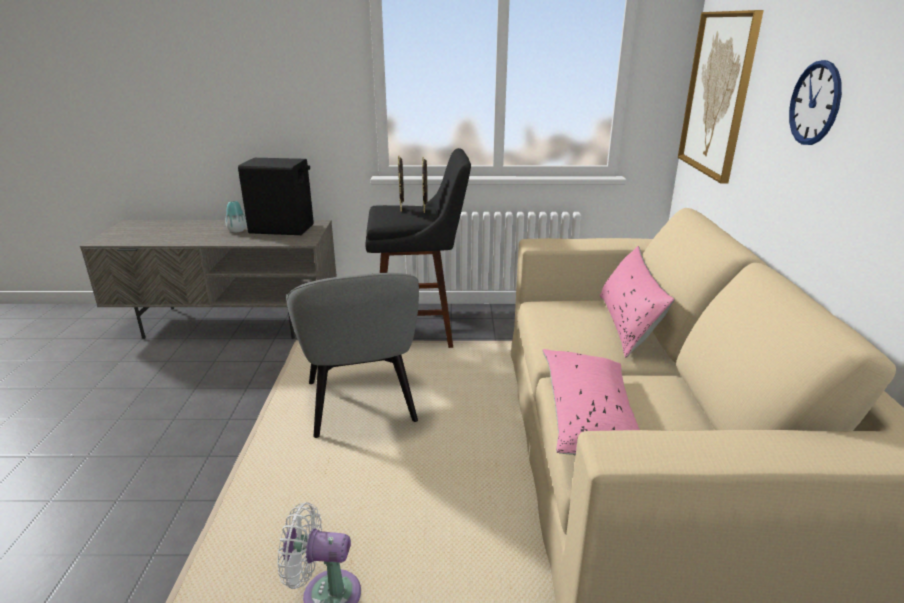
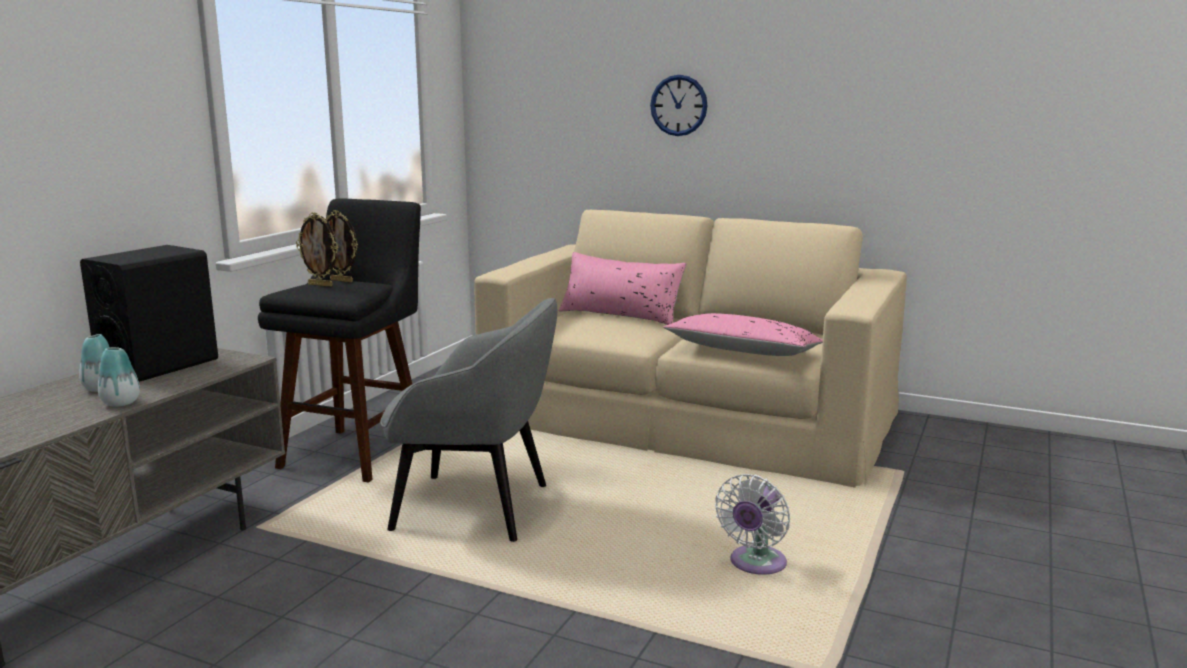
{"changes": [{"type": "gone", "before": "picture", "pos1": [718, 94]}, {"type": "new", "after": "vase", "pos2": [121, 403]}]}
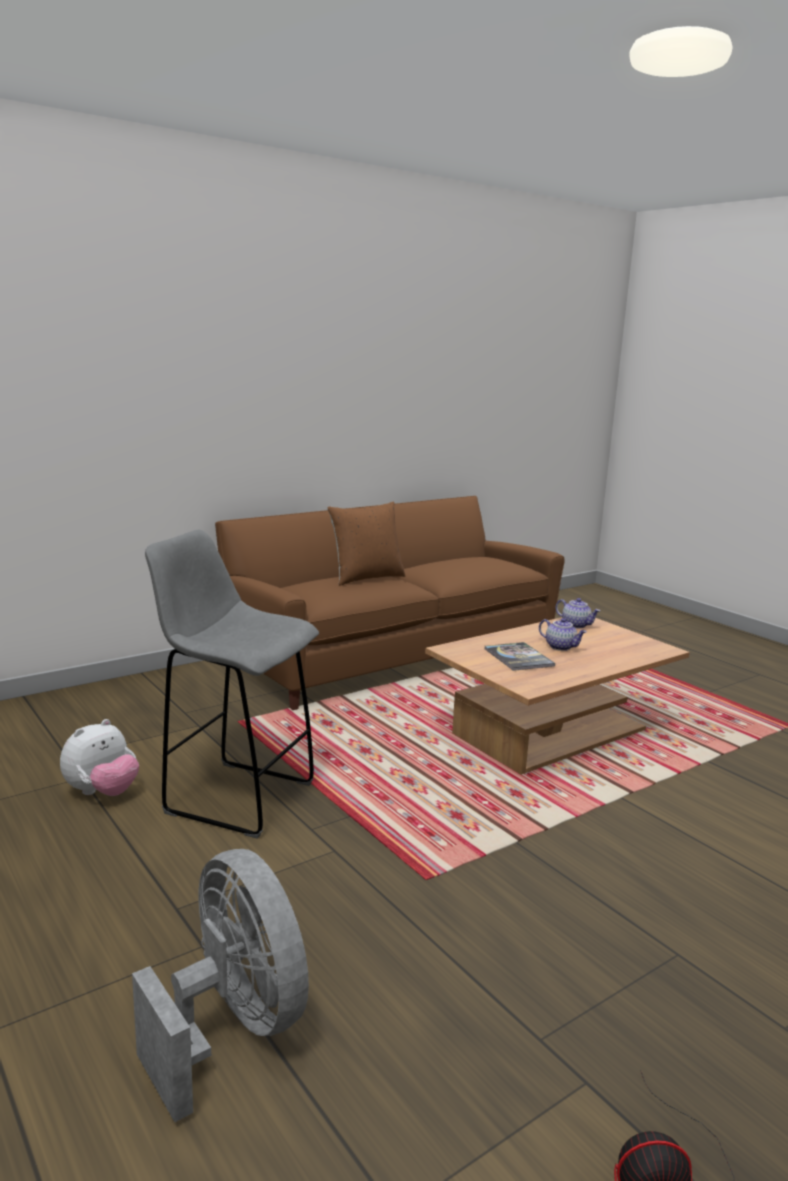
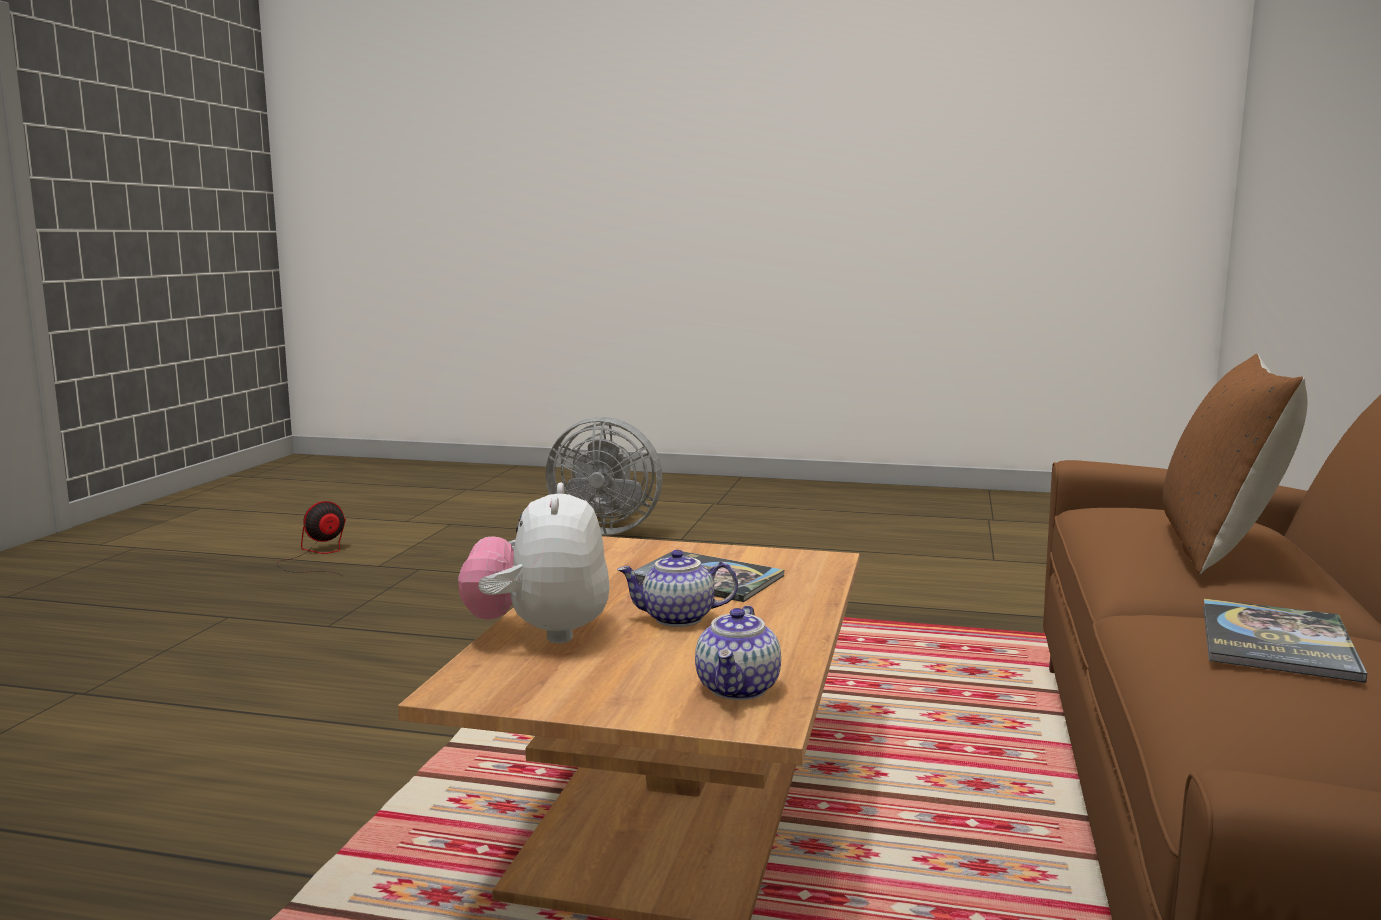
{"changes": [{"type": "gone", "before": "stool (grey)", "pos1": [236, 796]}, {"type": "new", "after": "book", "pos2": [1276, 642]}, {"type": "shifted", "before": "plush toy", "pos1": [102, 793], "pos2": [540, 633]}, {"type": "rotated", "before": "teapot", "pos1": [576, 625], "pos2": [739, 689], "turn": -75}]}
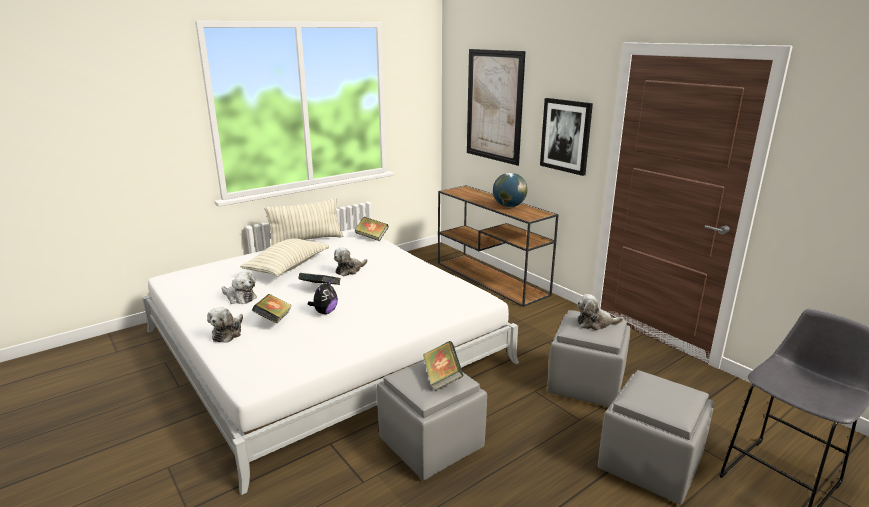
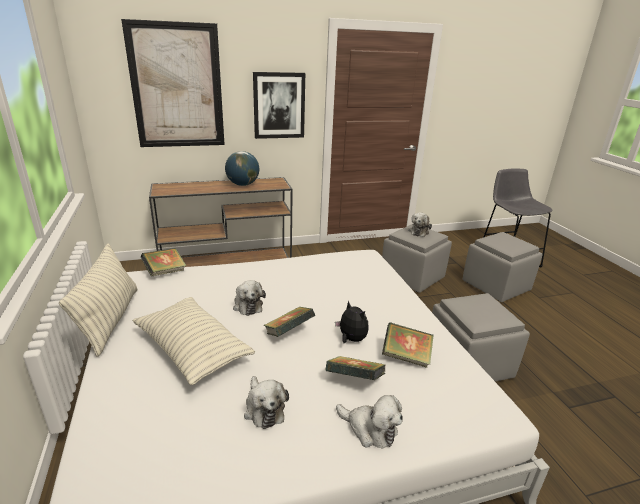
{"changes": [{"type": "shifted", "before": "book", "pos1": [442, 378], "pos2": [406, 357]}, {"type": "rotated", "before": "plush toy", "pos1": [240, 298], "pos2": [264, 408], "turn": 105}]}
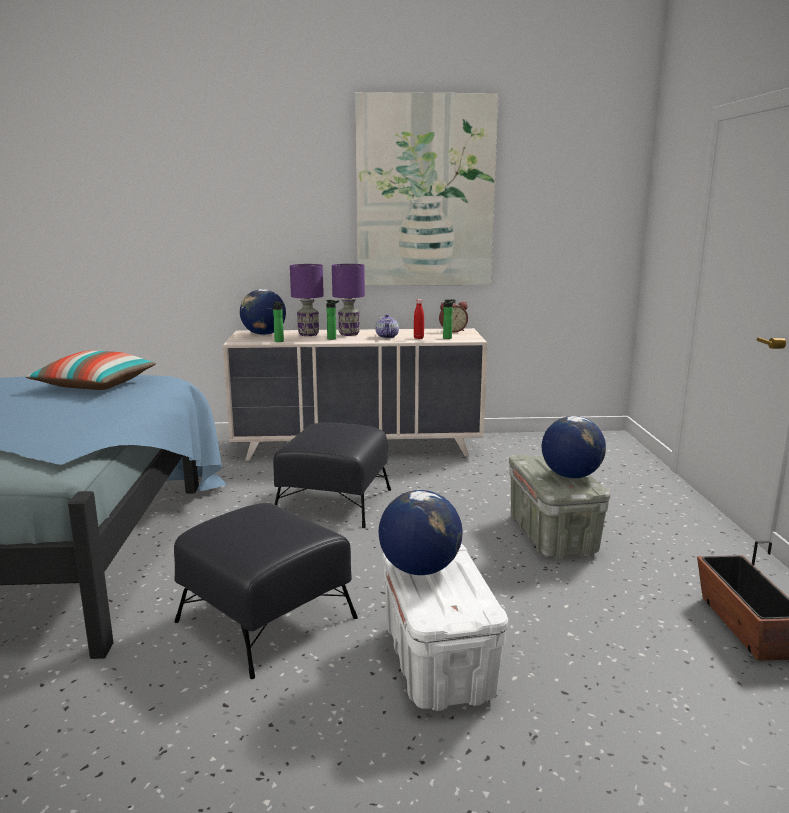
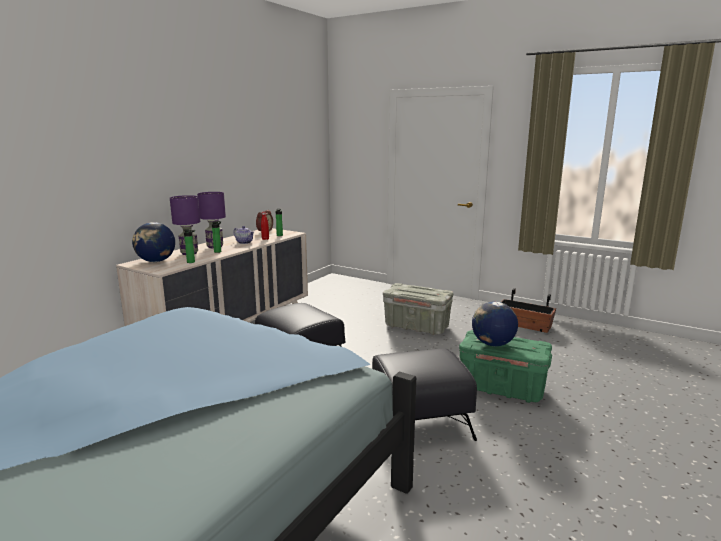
{"changes": [{"type": "gone", "before": "pillow", "pos1": [95, 385]}, {"type": "gone", "before": "picture", "pos1": [425, 192]}, {"type": "gone", "before": "globe", "pos1": [570, 476]}, {"type": "repainted", "before": "storage box (white)", "after": "storage box (green)", "pos1": [439, 663], "pos2": [502, 388]}]}
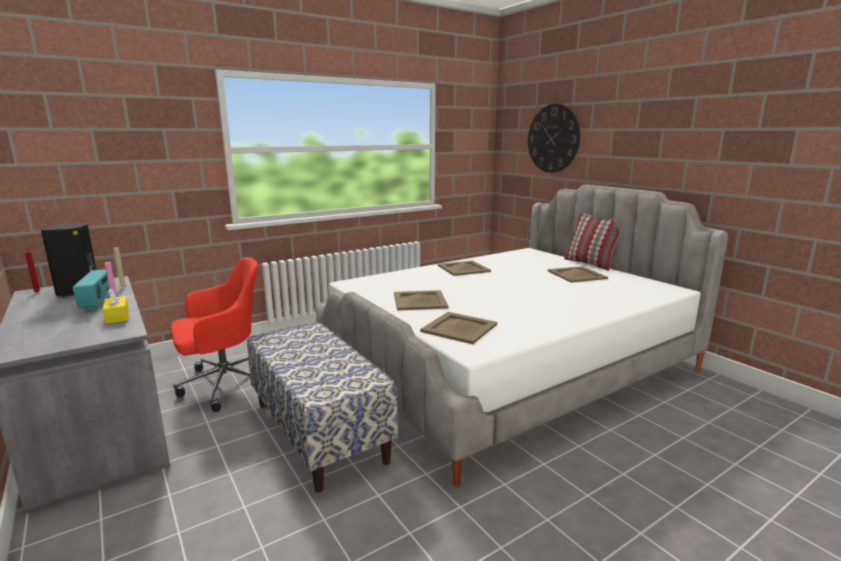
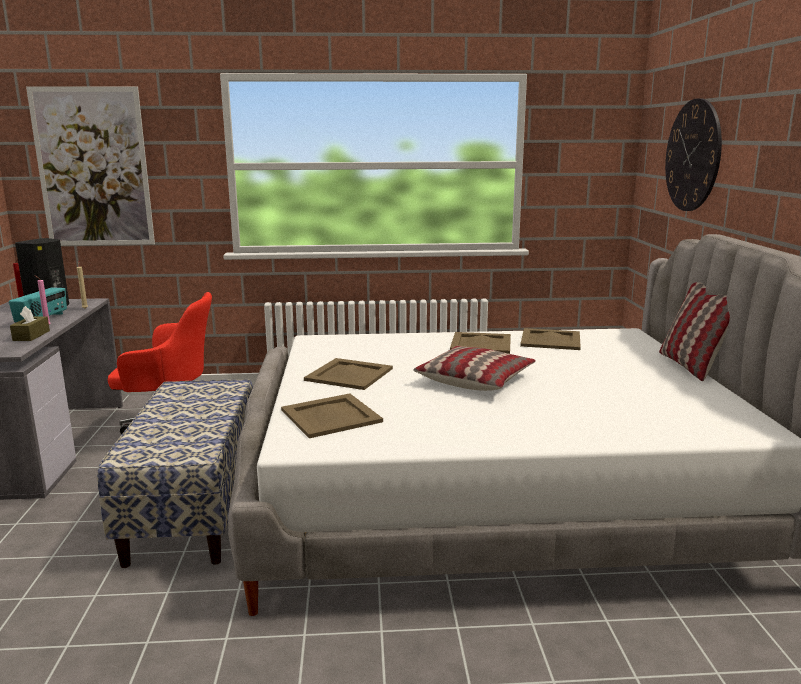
{"changes": [{"type": "new", "after": "picture", "pos2": [93, 168]}, {"type": "new", "after": "pillow", "pos2": [475, 379]}, {"type": "shifted", "before": "tray (beige)", "pos1": [577, 274], "pos2": [551, 339]}, {"type": "repainted", "before": "tissue box (yellow)", "after": "tissue box (brown)", "pos1": [117, 316], "pos2": [31, 335]}]}
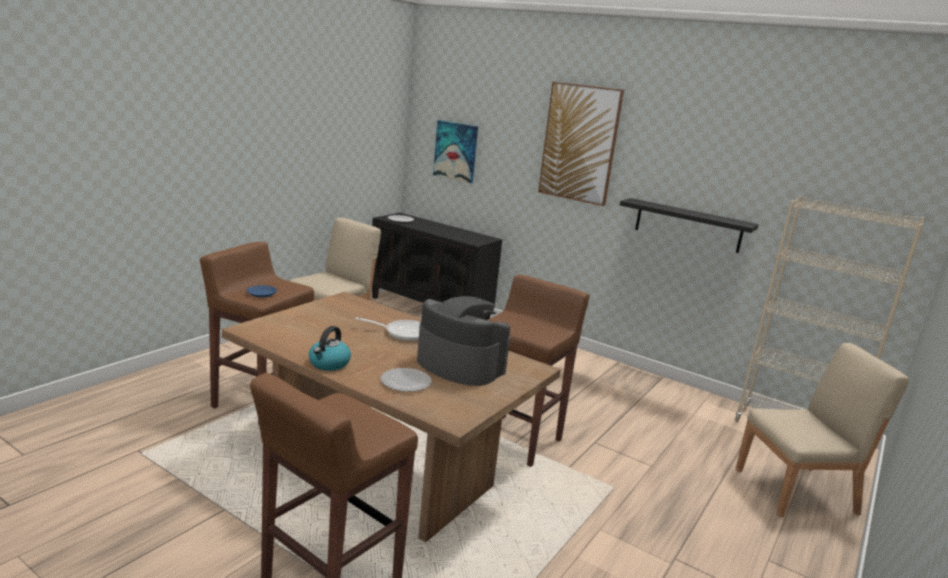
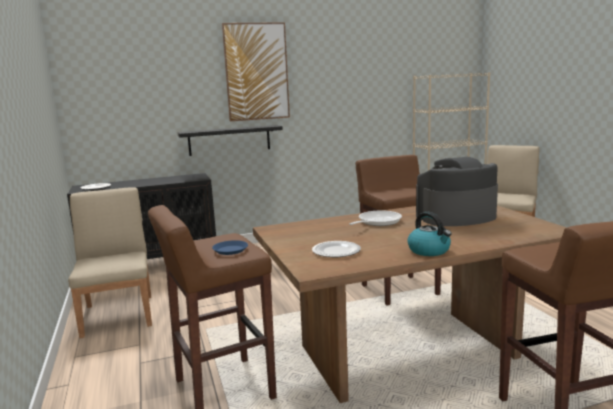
{"changes": [{"type": "gone", "before": "picture", "pos1": [456, 151]}, {"type": "shifted", "before": "plate", "pos1": [406, 382], "pos2": [337, 251]}, {"type": "shifted", "before": "shelf (black)", "pos1": [688, 225], "pos2": [229, 140]}]}
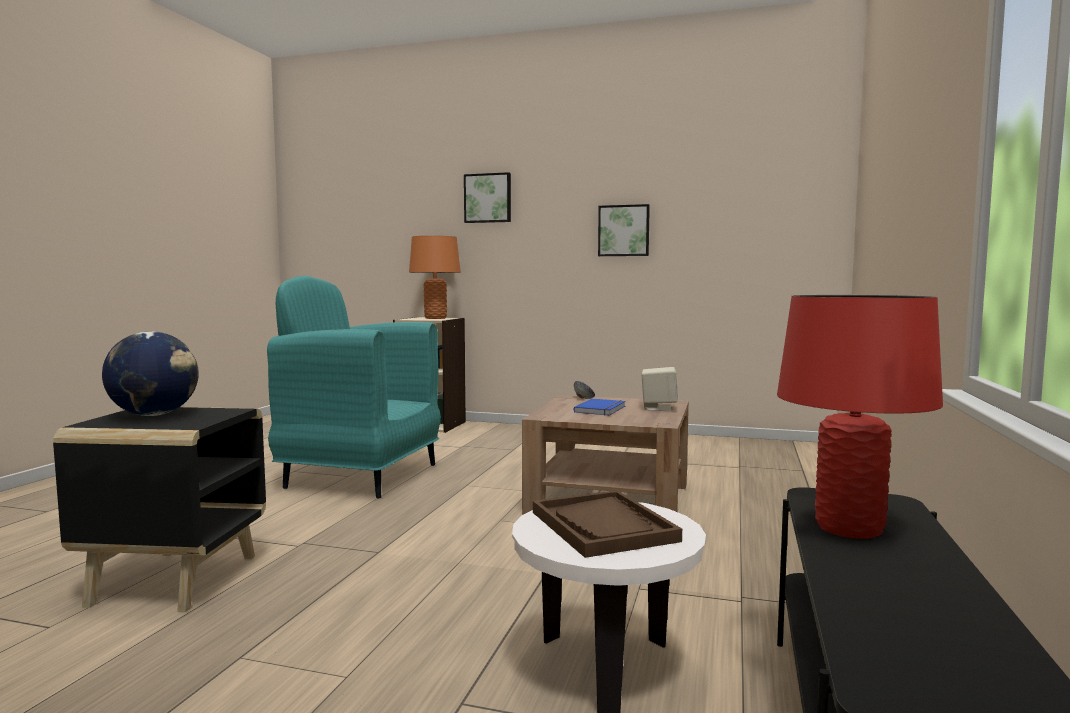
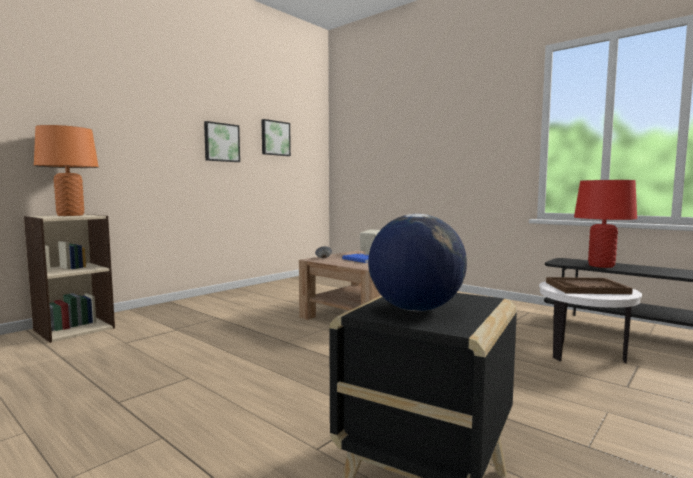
{"changes": [{"type": "gone", "before": "armchair (turquoise)", "pos1": [360, 476]}, {"type": "shifted", "before": "picture", "pos1": [488, 198], "pos2": [275, 138]}]}
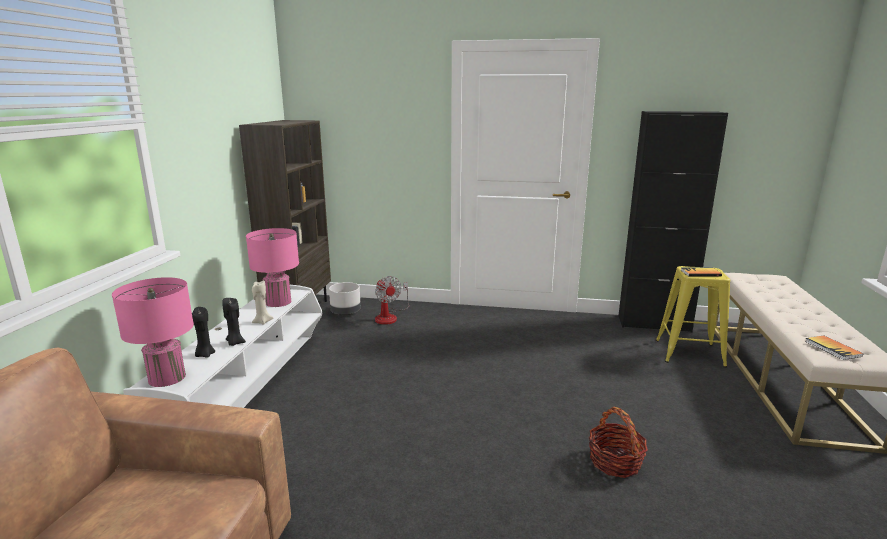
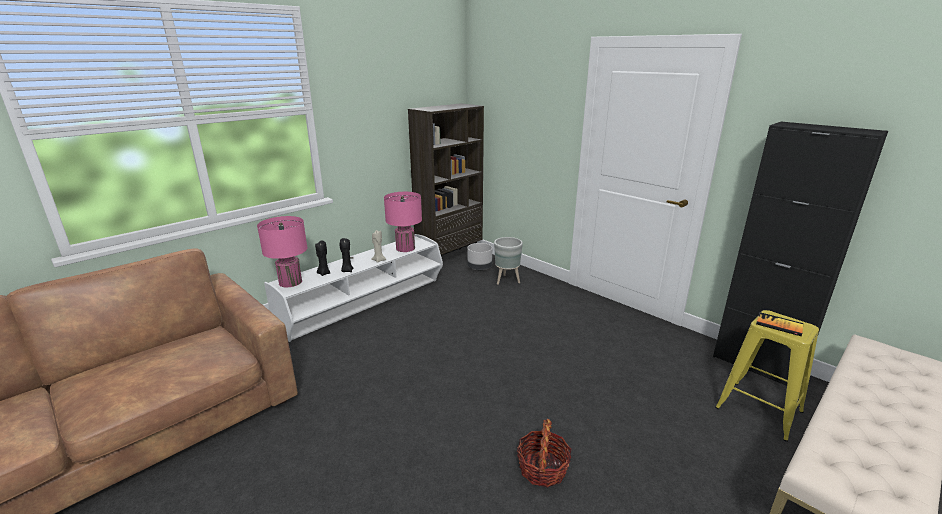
{"changes": [{"type": "gone", "before": "book", "pos1": [833, 348]}, {"type": "swapped", "before": "fan", "after": "planter (grey)", "pos1": [389, 316], "pos2": [507, 280]}]}
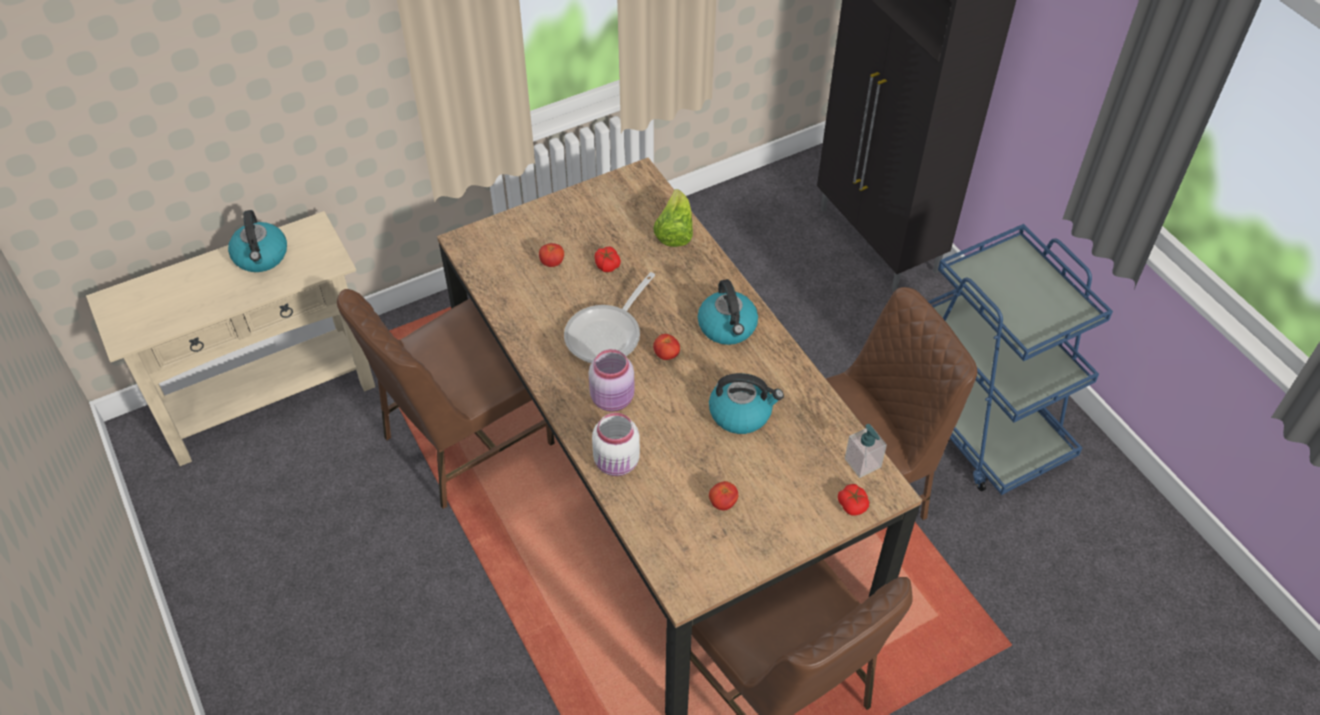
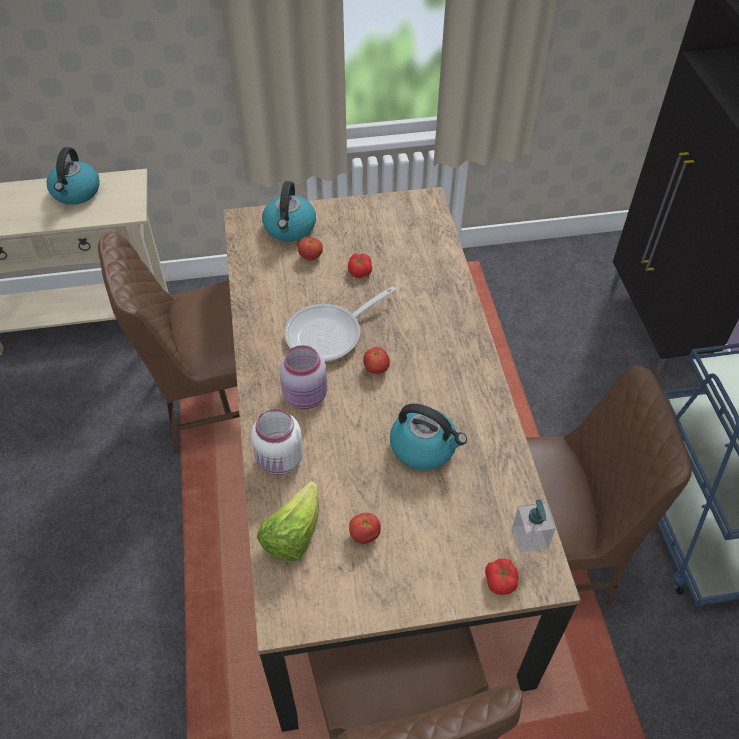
{"changes": [{"type": "shifted", "before": "lettuce", "pos1": [674, 232], "pos2": [293, 535]}, {"type": "shifted", "before": "kettle", "pos1": [728, 327], "pos2": [290, 228]}]}
